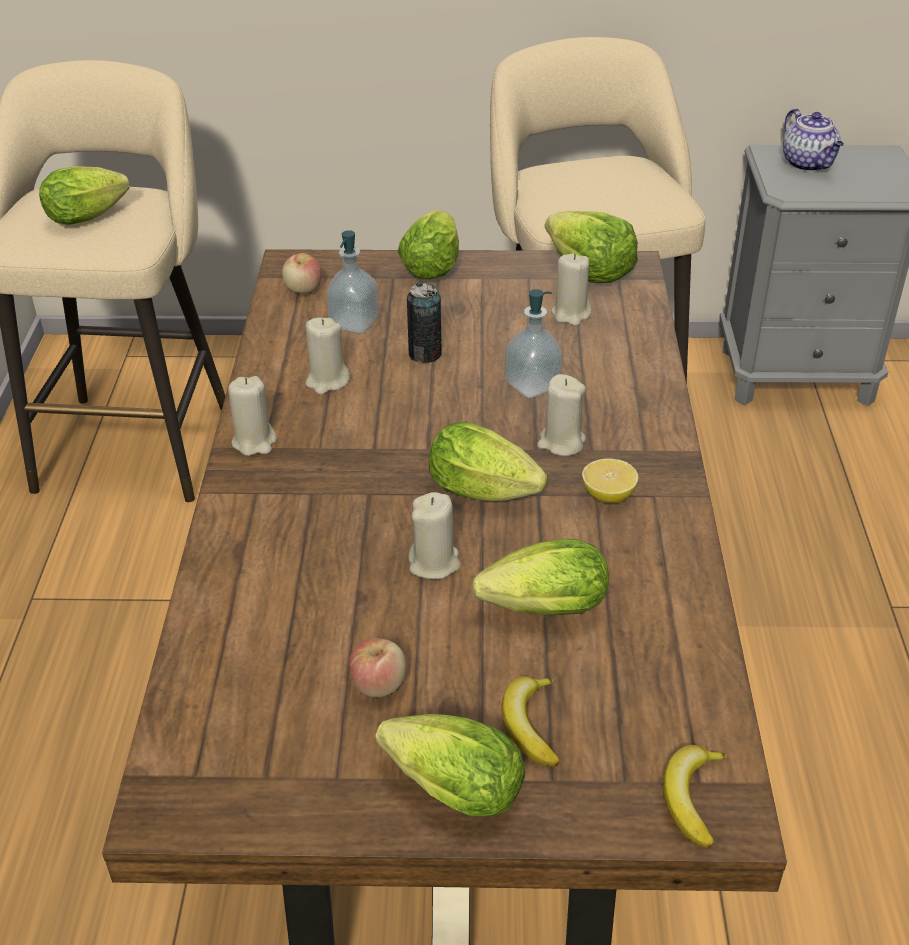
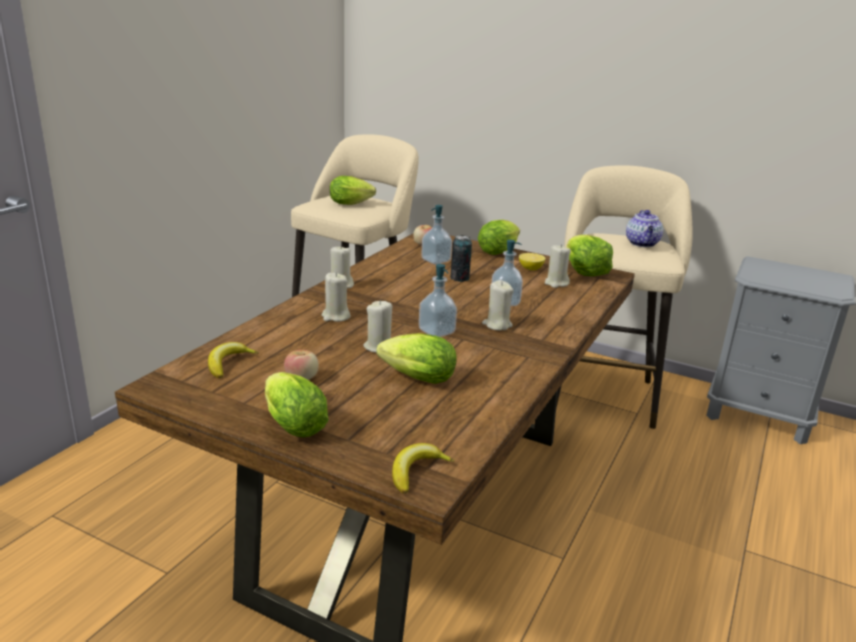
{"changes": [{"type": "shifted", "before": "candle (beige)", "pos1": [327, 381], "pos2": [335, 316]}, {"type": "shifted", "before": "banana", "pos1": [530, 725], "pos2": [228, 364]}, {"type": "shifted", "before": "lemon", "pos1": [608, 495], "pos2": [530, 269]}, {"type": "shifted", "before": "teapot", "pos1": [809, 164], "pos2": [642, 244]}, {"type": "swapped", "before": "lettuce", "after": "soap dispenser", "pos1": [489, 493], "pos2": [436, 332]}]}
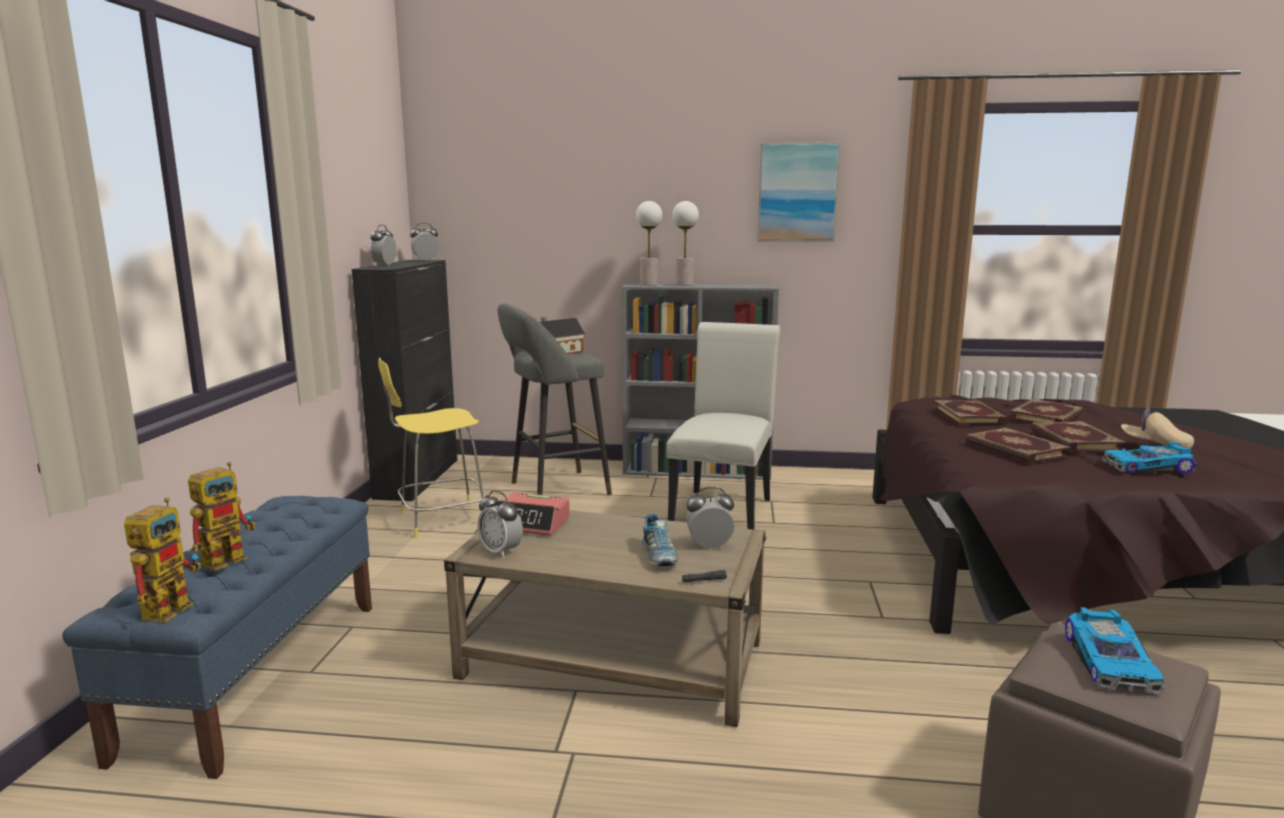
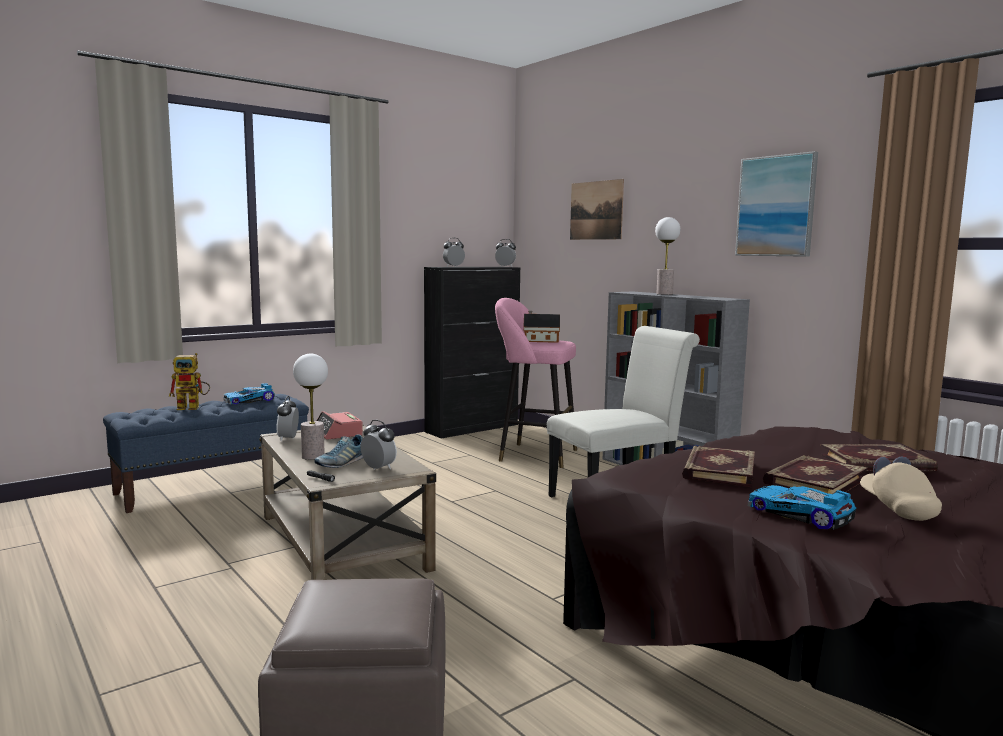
{"changes": [{"type": "gone", "before": "toy robot", "pos1": [171, 606]}, {"type": "gone", "before": "stool (yellow)", "pos1": [440, 519]}, {"type": "gone", "before": "book", "pos1": [969, 416]}, {"type": "new", "after": "picture", "pos2": [596, 210]}, {"type": "shifted", "before": "table lamp", "pos1": [648, 284], "pos2": [313, 456]}, {"type": "shifted", "before": "toy car", "pos1": [1111, 662], "pos2": [249, 400]}, {"type": "repainted", "before": "stool (grey)", "after": "stool (pink)", "pos1": [554, 489], "pos2": [533, 455]}]}
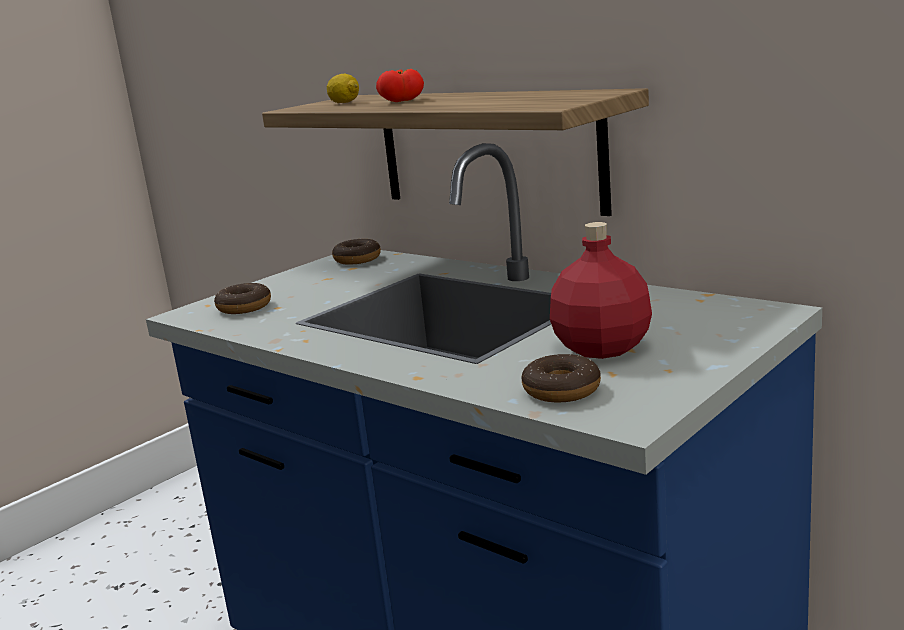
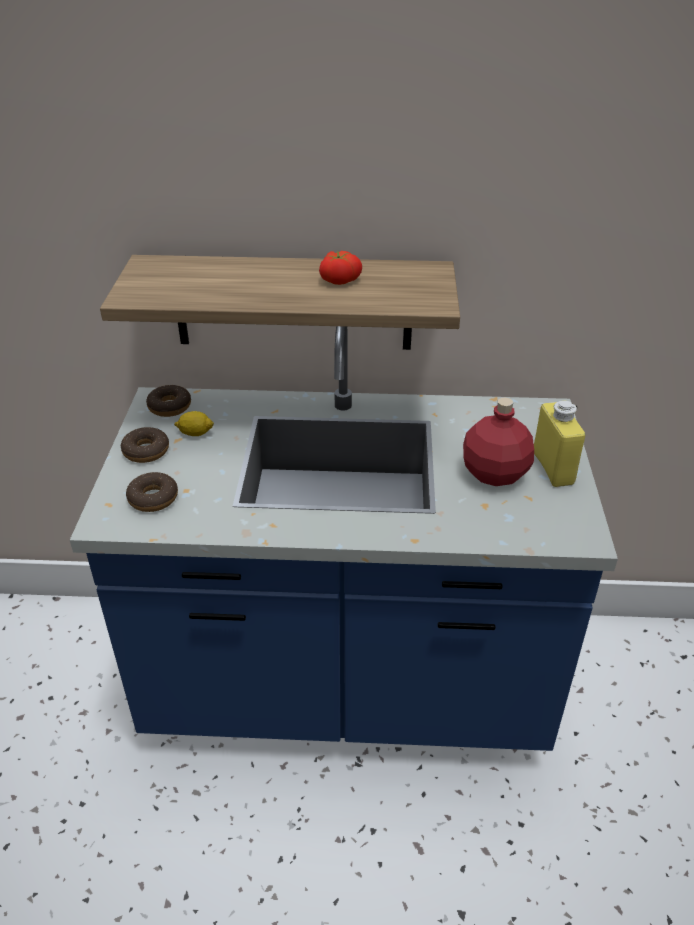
{"changes": [{"type": "new", "after": "bottle (yellow)", "pos2": [552, 468]}, {"type": "shifted", "before": "lemon", "pos1": [344, 102], "pos2": [195, 433]}, {"type": "shifted", "before": "tomato", "pos1": [403, 100], "pos2": [339, 280]}, {"type": "shifted", "before": "donut", "pos1": [561, 390], "pos2": [146, 451]}]}
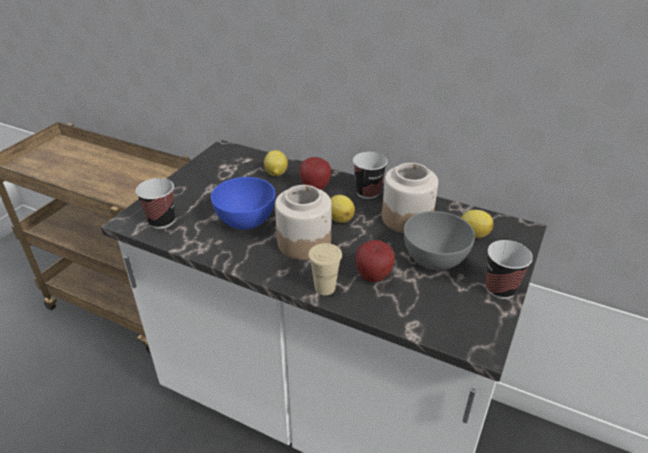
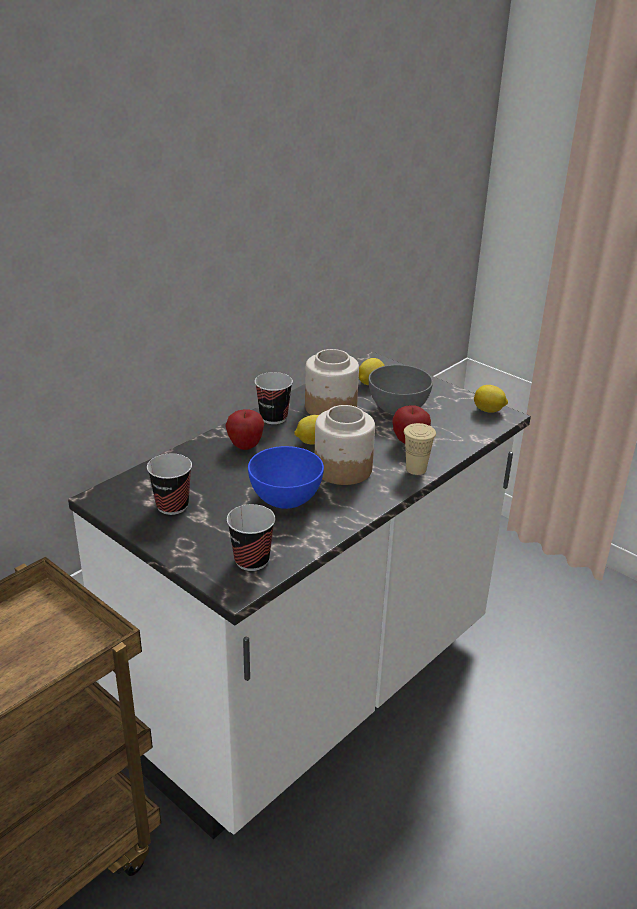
{"changes": [{"type": "shifted", "before": "lemon", "pos1": [276, 174], "pos2": [489, 410]}, {"type": "shifted", "before": "cup", "pos1": [500, 289], "pos2": [172, 506]}]}
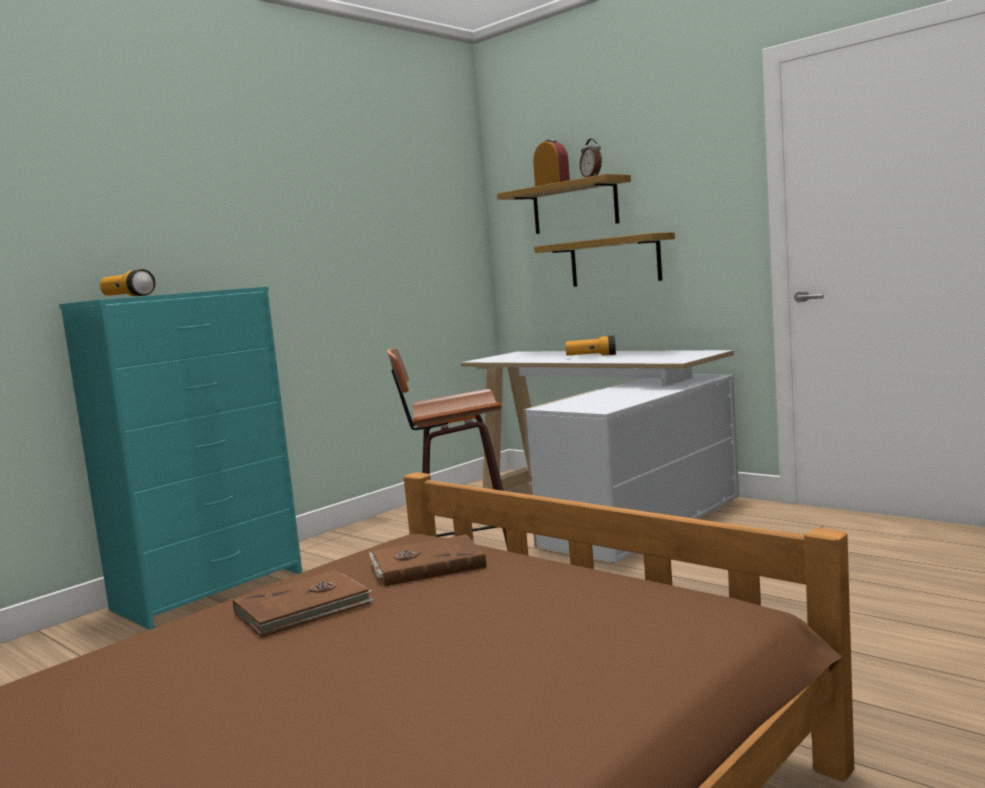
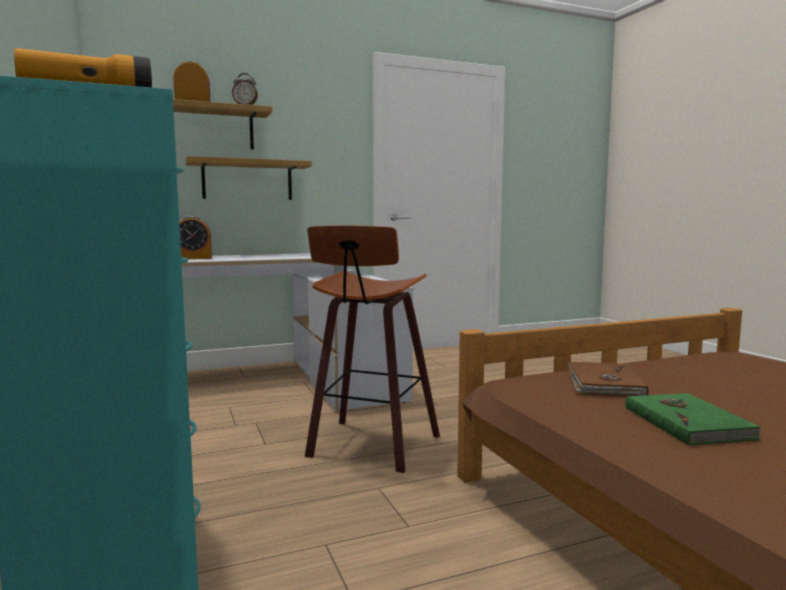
{"changes": [{"type": "gone", "before": "flashlight", "pos1": [591, 356]}, {"type": "new", "after": "alarm clock", "pos2": [193, 258]}, {"type": "repainted", "before": "book (brown)", "after": "book (green)", "pos1": [304, 608], "pos2": [688, 422]}]}
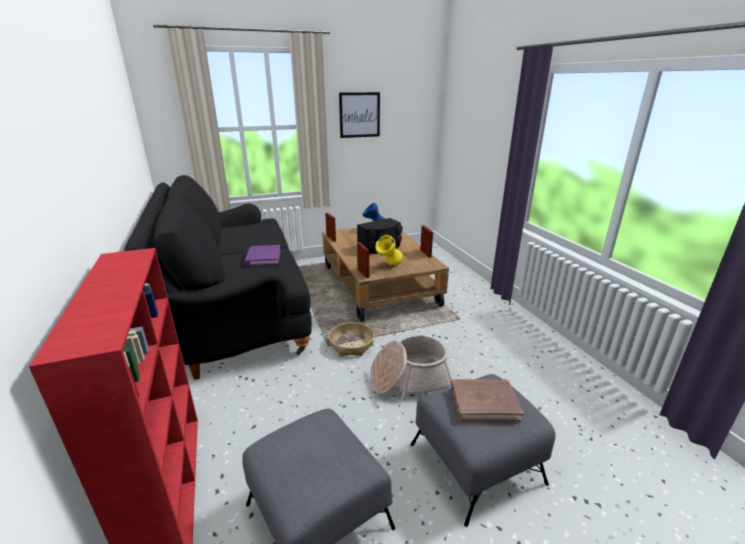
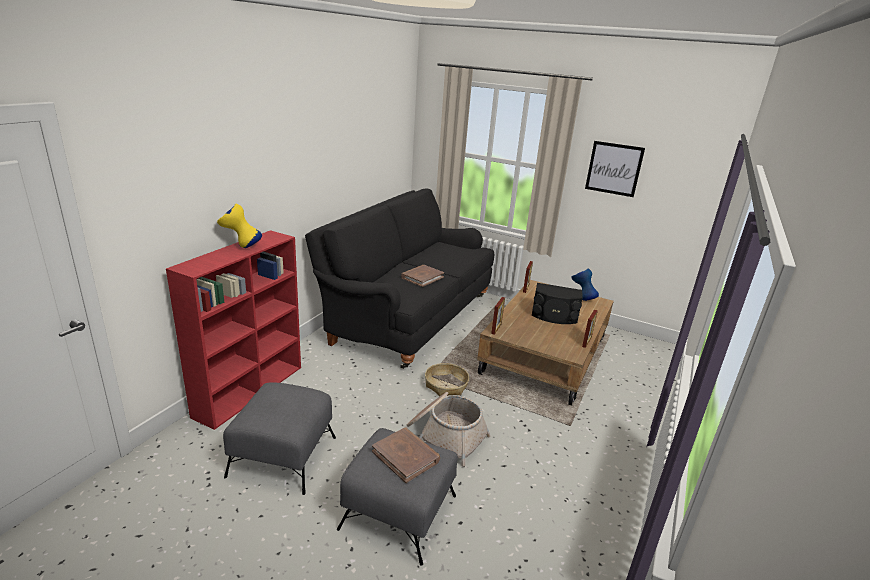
{"changes": [{"type": "shifted", "before": "vase (yellow)", "pos1": [389, 266], "pos2": [241, 246]}, {"type": "repainted", "before": "book (purple)", "after": "book (brown)", "pos1": [263, 258], "pos2": [422, 277]}]}
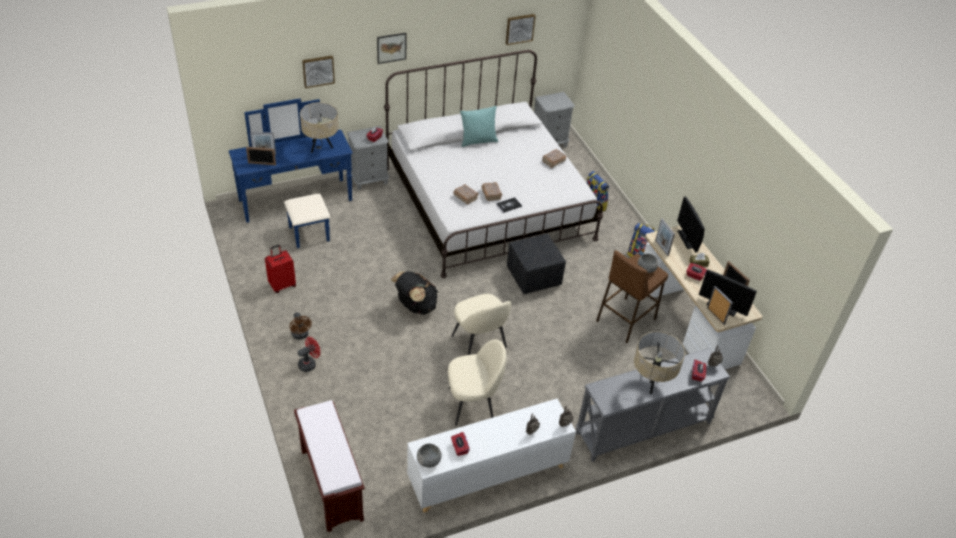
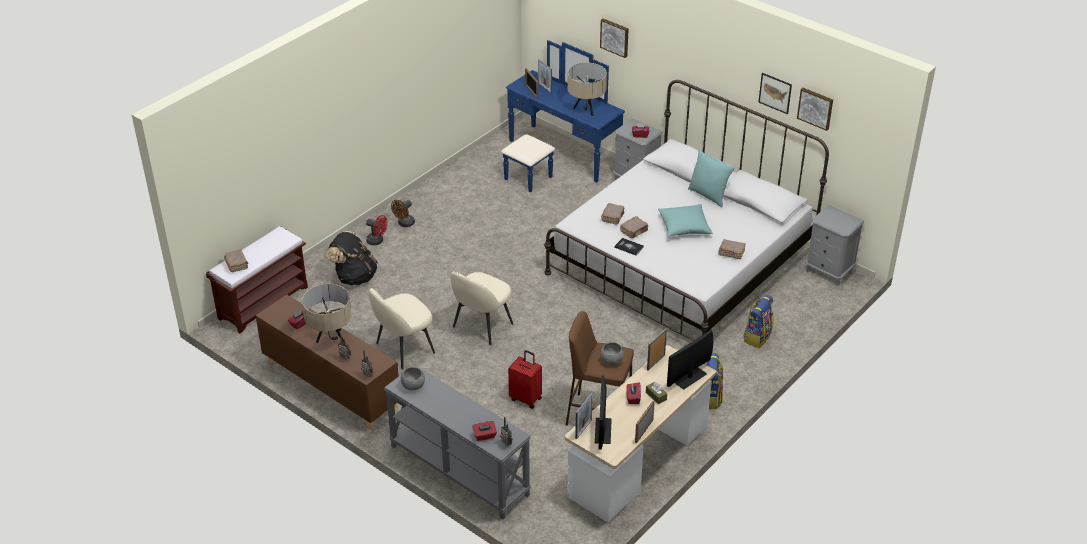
{"changes": [{"type": "gone", "before": "ottoman (black)", "pos1": [533, 277]}, {"type": "new", "after": "book (brown)", "pos2": [237, 264]}, {"type": "new", "after": "pillow (turquoise)", "pos2": [684, 227]}, {"type": "shifted", "before": "suitcase (red)", "pos1": [282, 285], "pos2": [526, 398]}, {"type": "shifted", "before": "picture", "pos1": [391, 48], "pos2": [775, 93]}, {"type": "shifted", "before": "backpack (black)", "pos1": [415, 306], "pos2": [354, 276]}, {"type": "shifted", "before": "bowl (grey)", "pos1": [428, 461], "pos2": [413, 385]}, {"type": "shifted", "before": "table lamp (beige)", "pos1": [650, 383], "pos2": [330, 339]}, {"type": "repainted", "before": "cabinet (white)", "after": "cabinet (brown)", "pos1": [487, 475], "pos2": [331, 385]}, {"type": "rotated", "before": "chair (beige)", "pos1": [473, 404], "pos2": [403, 348], "turn": 90}]}
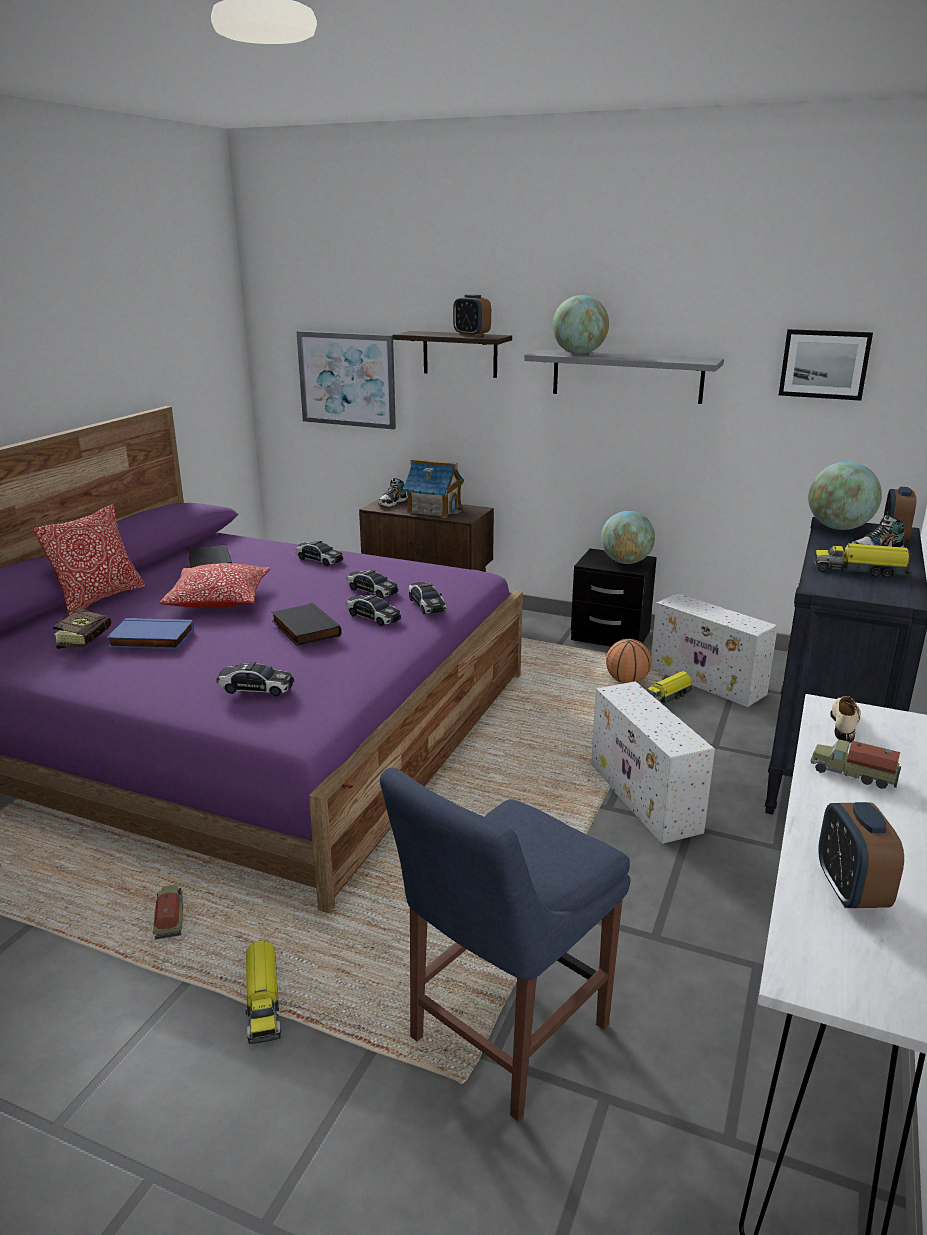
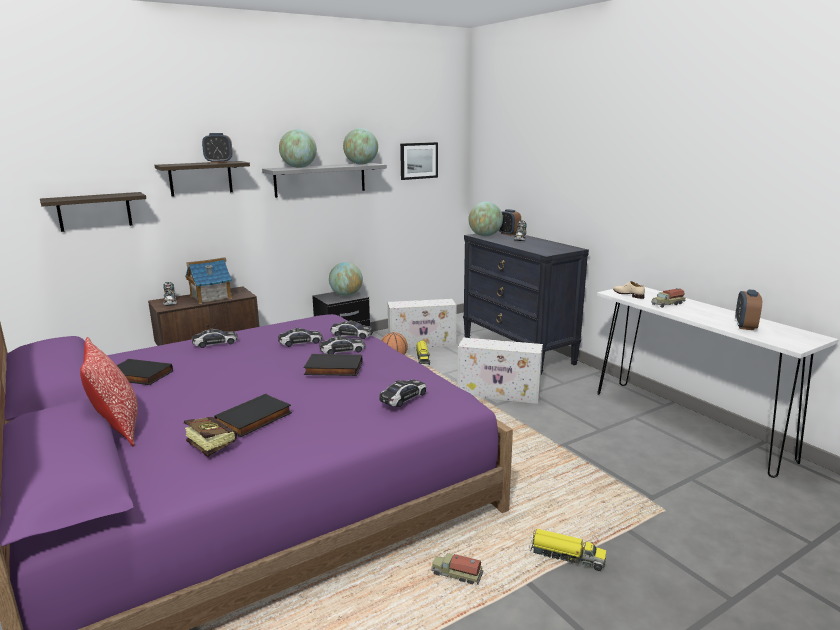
{"changes": [{"type": "gone", "before": "pillow", "pos1": [218, 601]}, {"type": "gone", "before": "chair (blue)", "pos1": [502, 1036]}, {"type": "gone", "before": "toy truck", "pos1": [860, 571]}, {"type": "new", "after": "globe", "pos2": [361, 164]}, {"type": "swapped", "before": "picture", "after": "shelf", "pos1": [347, 379], "pos2": [94, 211]}, {"type": "repainted", "before": "book (blue)", "after": "book (black)", "pos1": [150, 639], "pos2": [254, 419]}, {"type": "rotated", "before": "alarm clock", "pos1": [850, 891], "pos2": [745, 326], "turn": 75}]}
